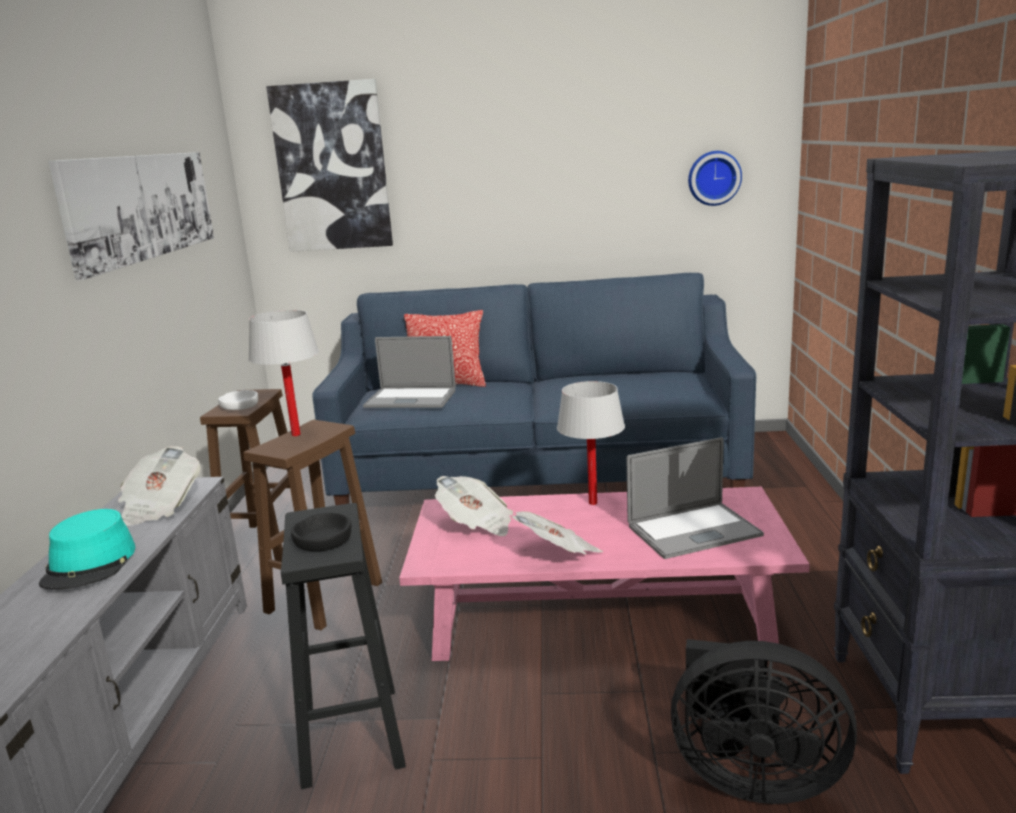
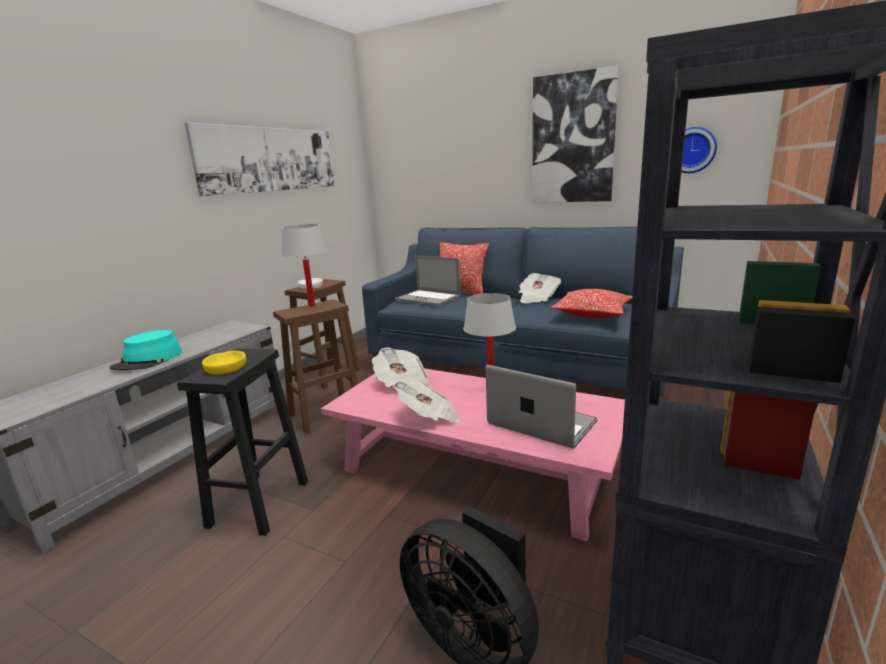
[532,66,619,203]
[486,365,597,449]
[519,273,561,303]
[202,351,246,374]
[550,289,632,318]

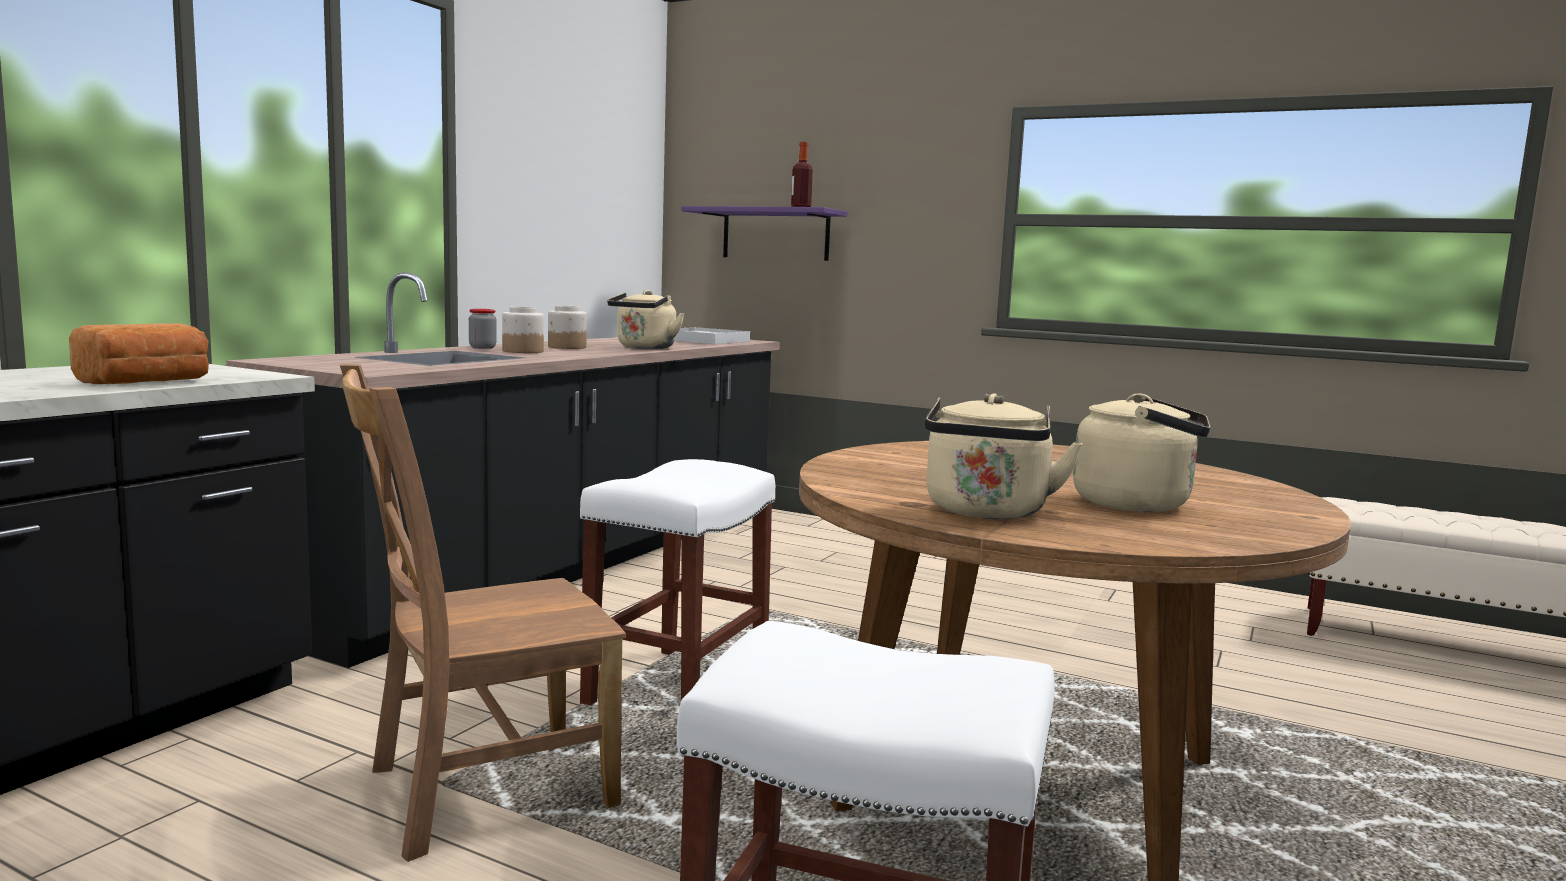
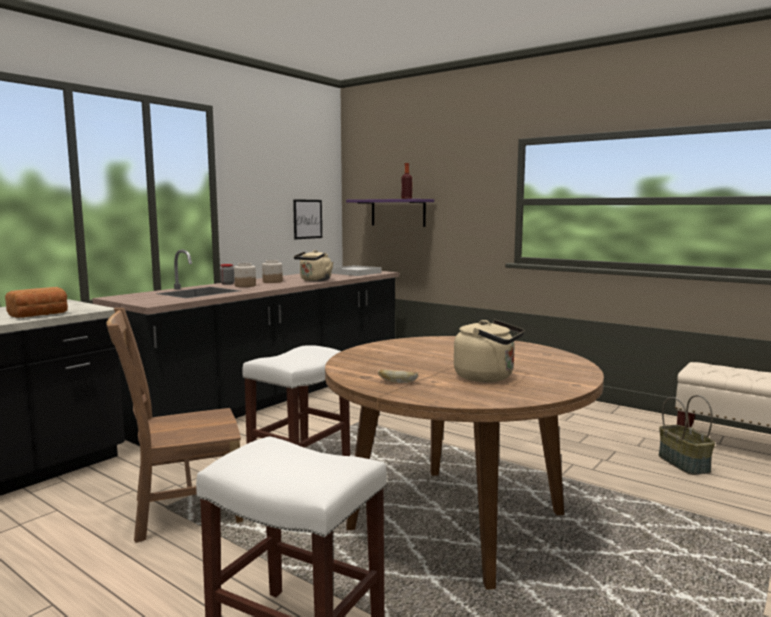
[378,369,418,383]
[293,199,322,239]
[659,395,715,475]

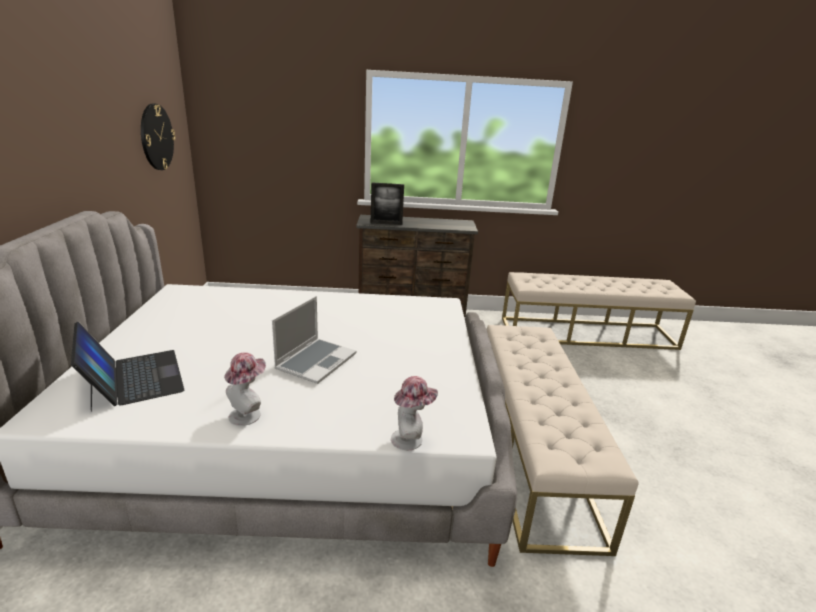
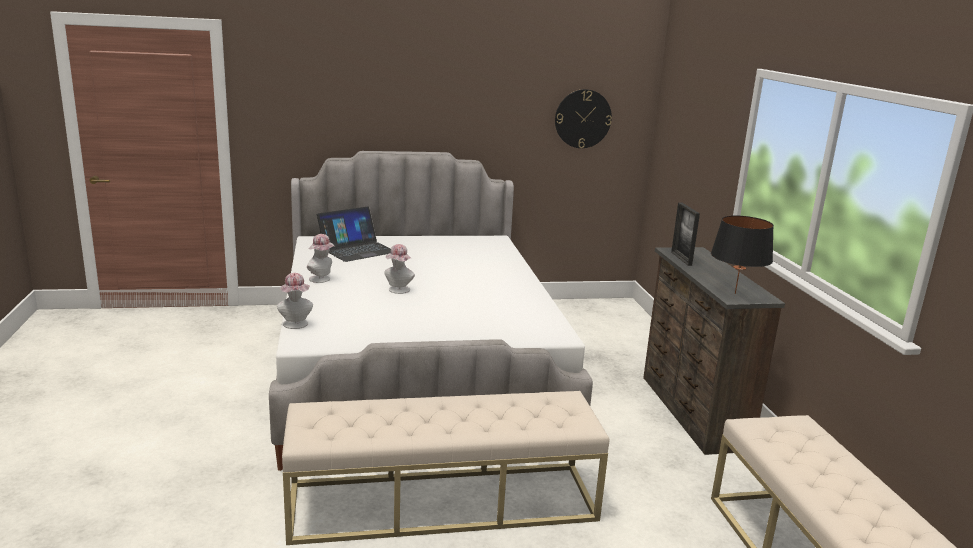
[384,244,415,294]
[711,215,774,294]

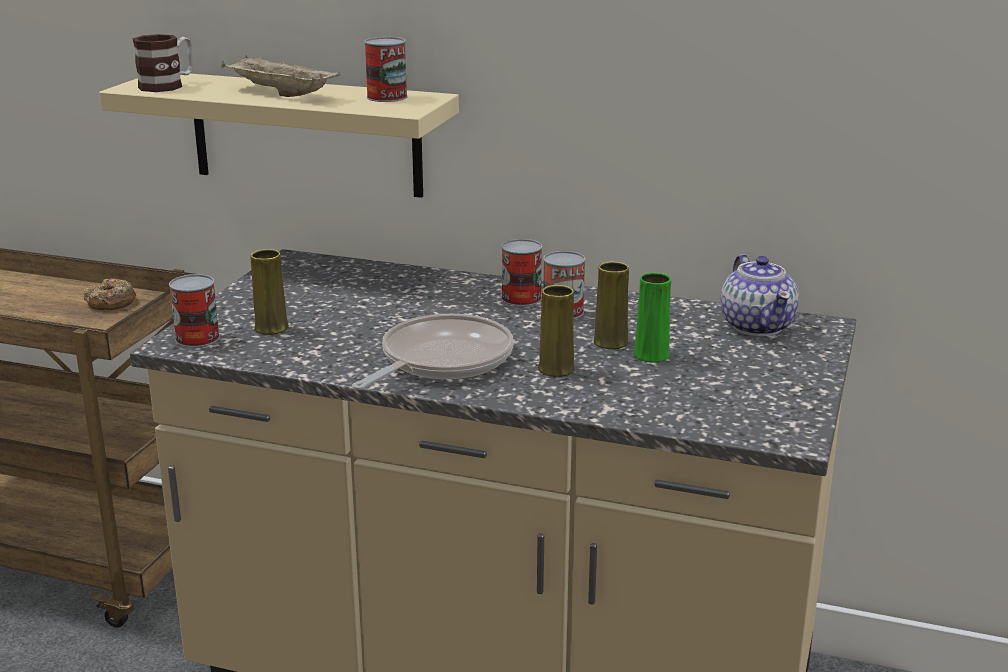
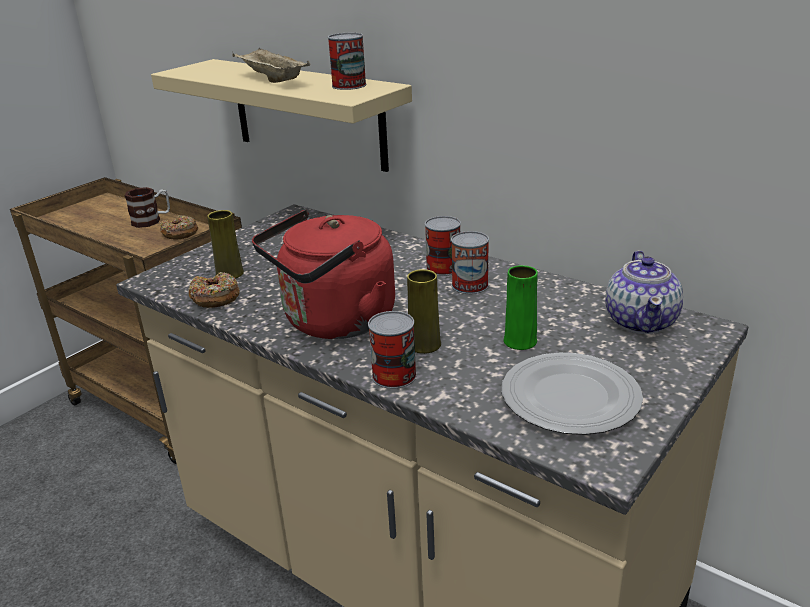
[124,187,170,228]
[593,261,629,349] (first image)
[368,311,417,389]
[252,210,395,339]
[188,272,240,308]
[502,353,643,435]

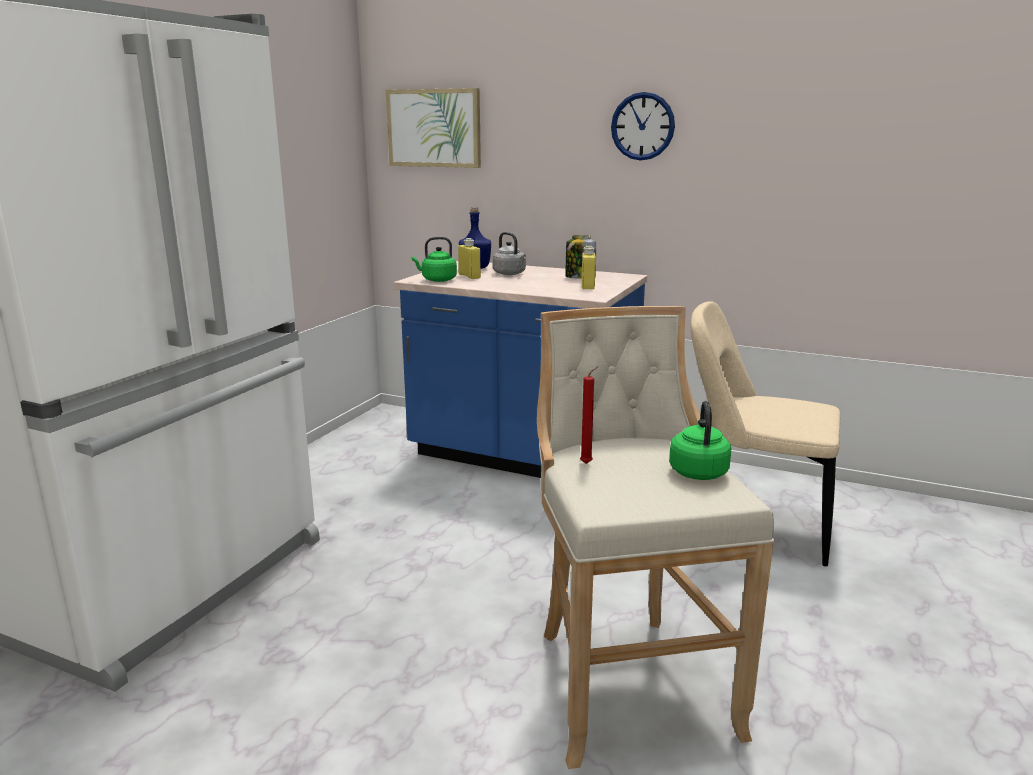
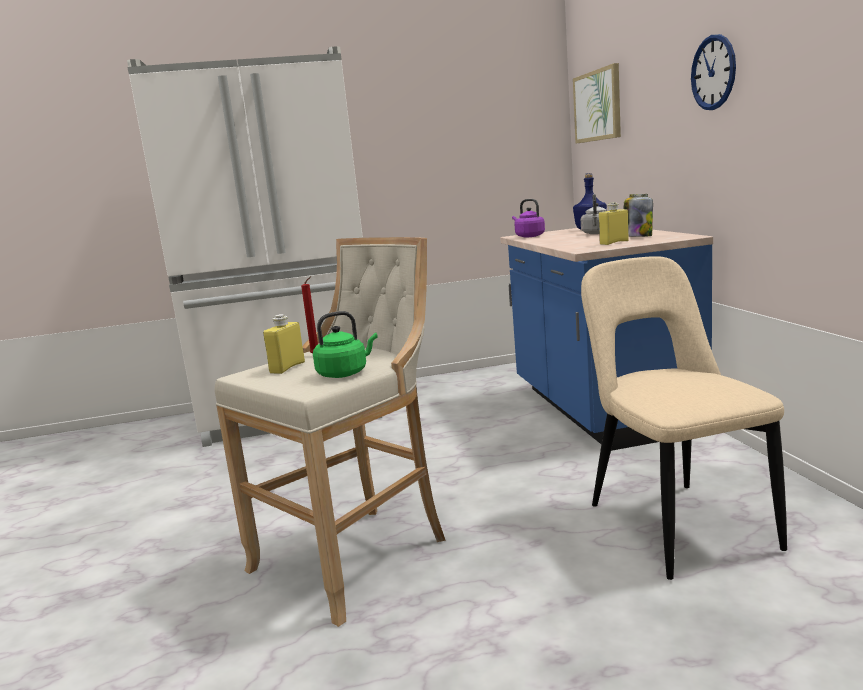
[512,199,545,238]
[263,314,305,374]

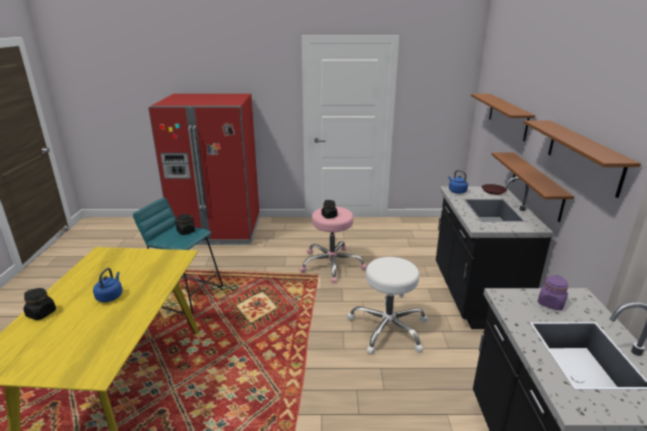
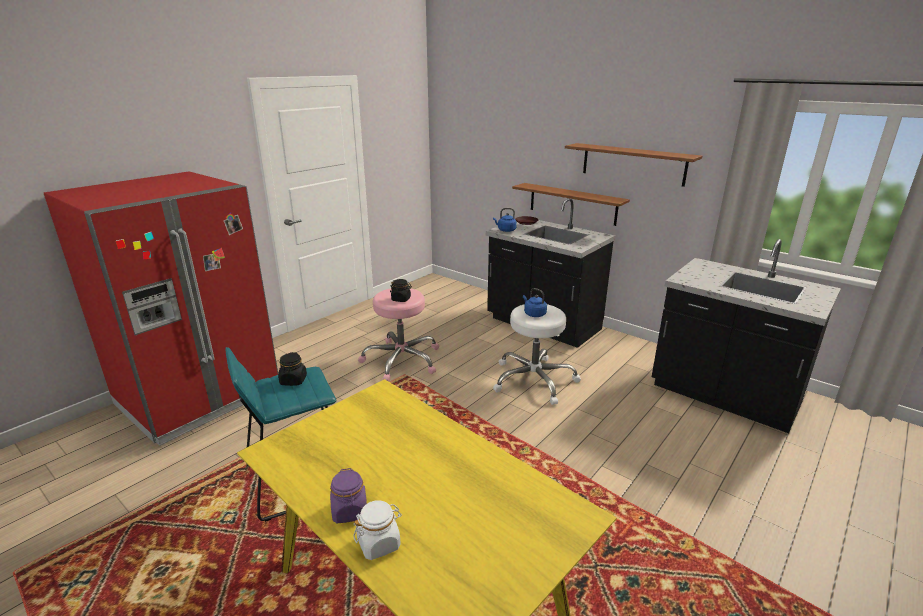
[471,94,535,141] (first image)
[523,288,547,317]
[330,468,367,523]
[353,500,402,560]

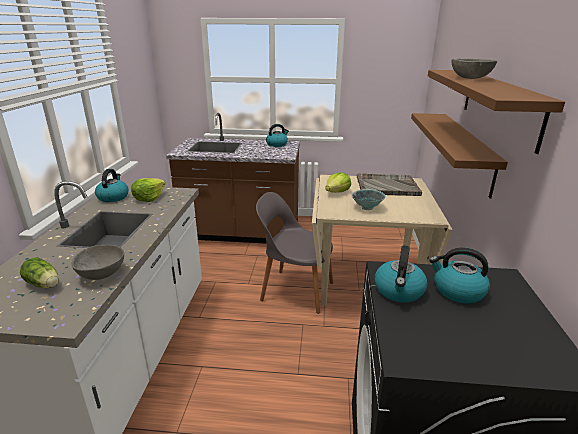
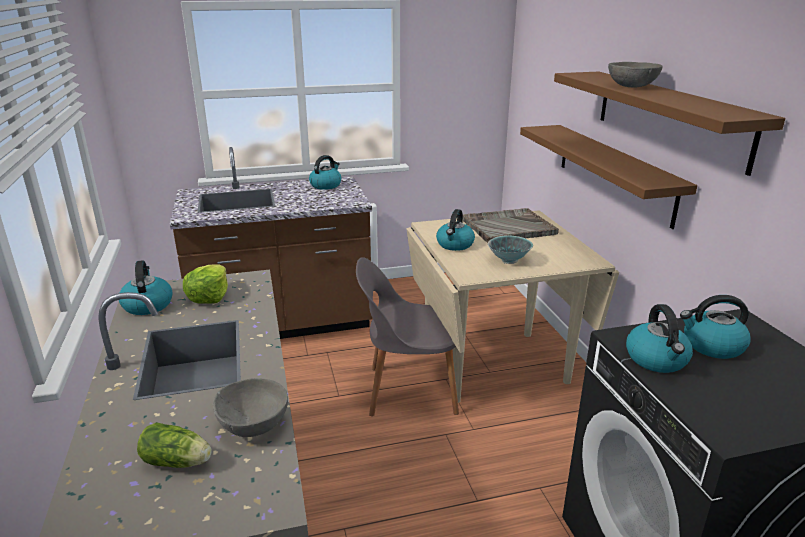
[436,209,475,251]

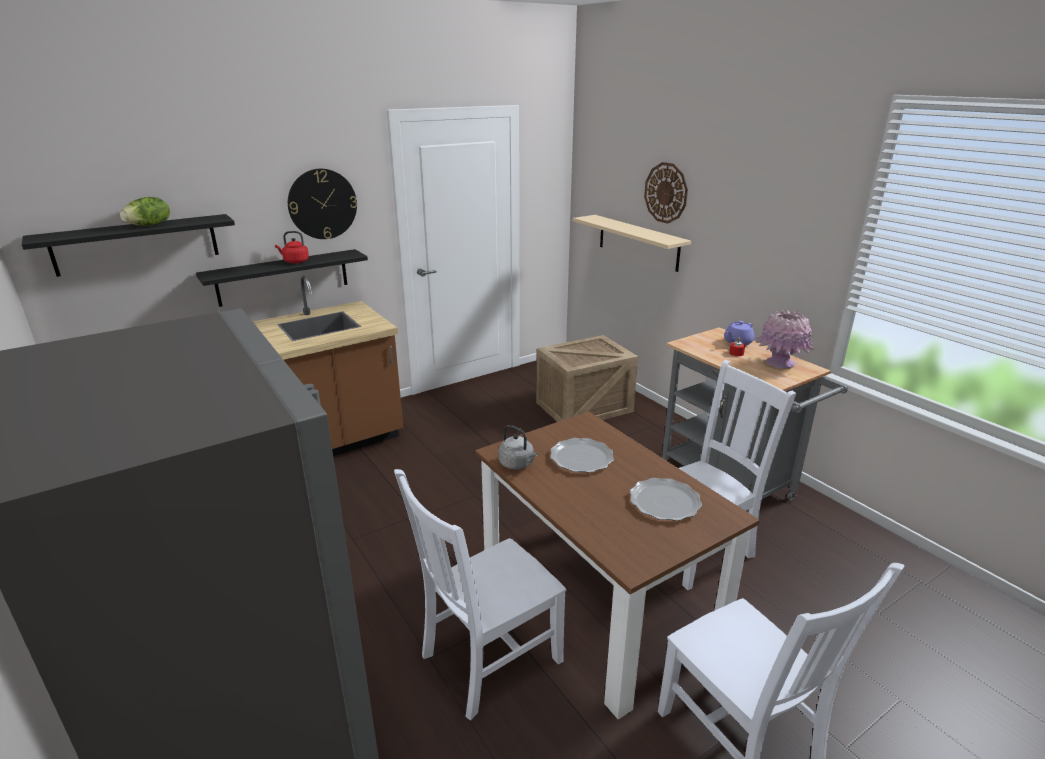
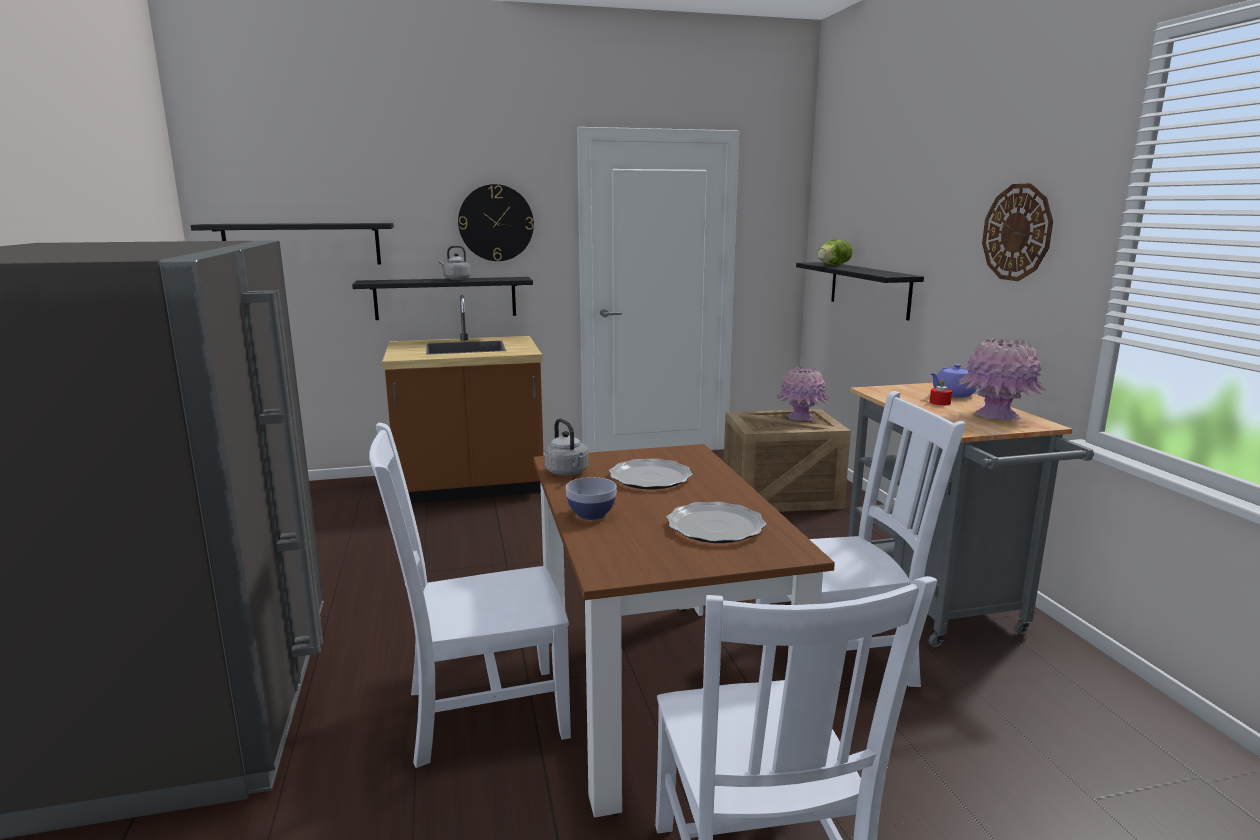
[982,183,1053,281]
[818,239,853,265]
[796,262,924,321]
[439,246,471,280]
[776,367,829,421]
[566,477,617,520]

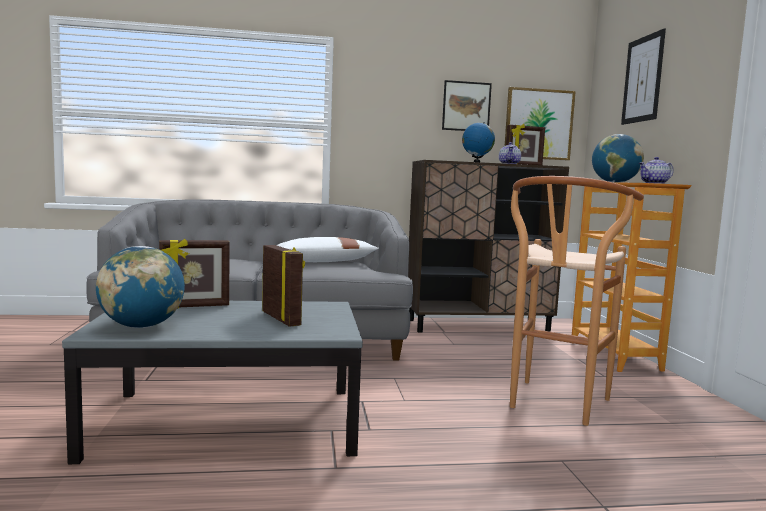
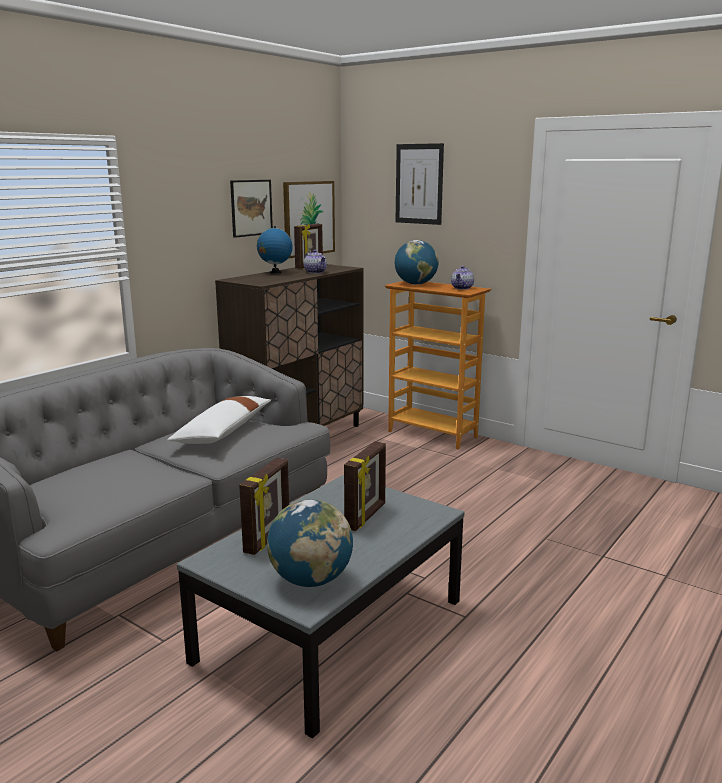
[510,176,644,426] (first image)
[344,441,386,531]

